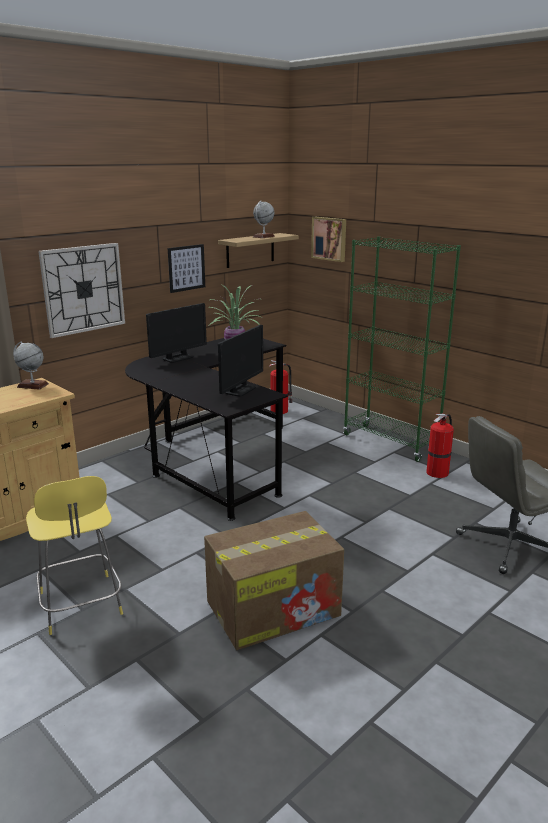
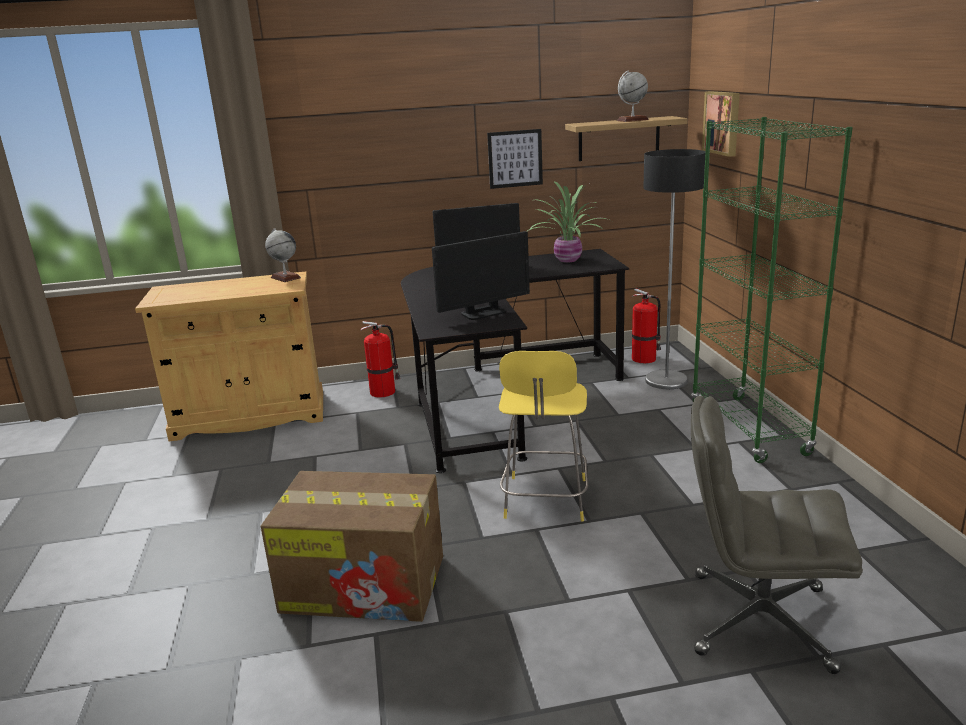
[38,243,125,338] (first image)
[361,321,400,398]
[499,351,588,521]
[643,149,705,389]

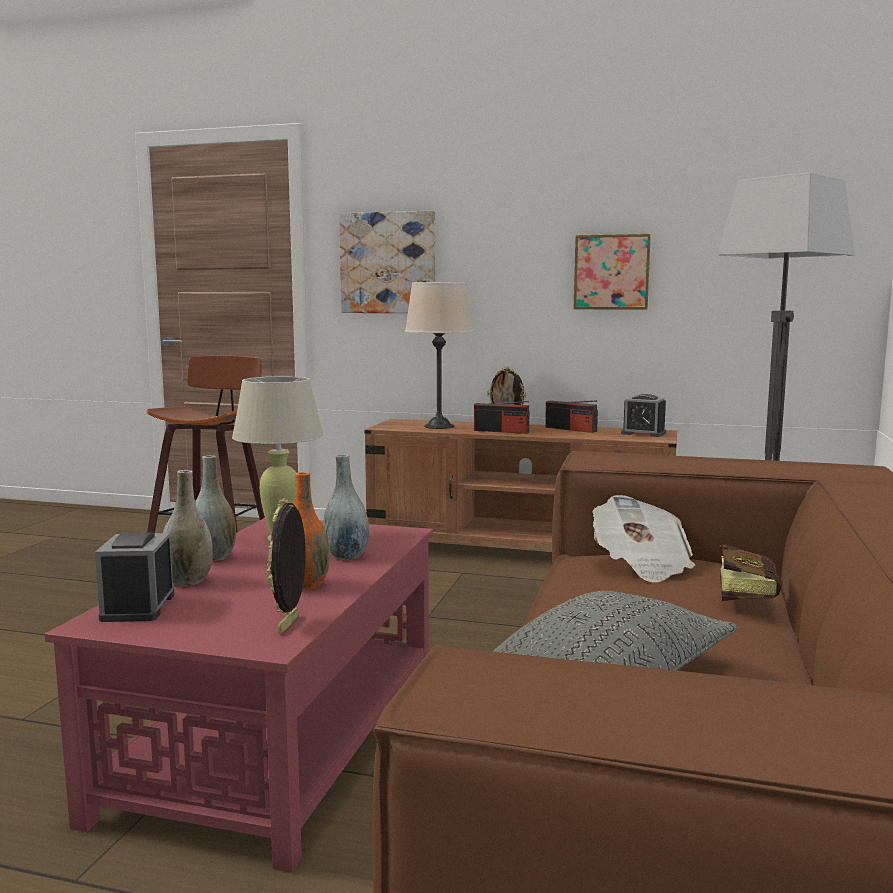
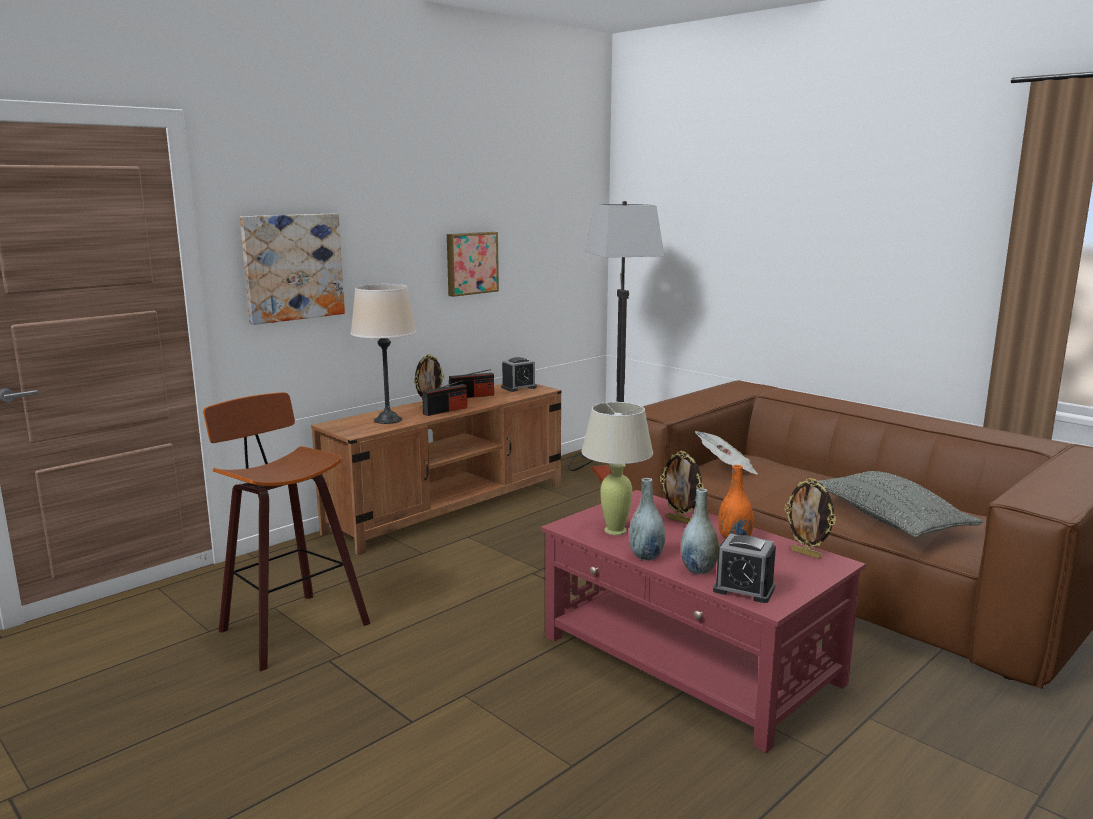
[660,451,704,524]
[720,544,781,601] (first image)

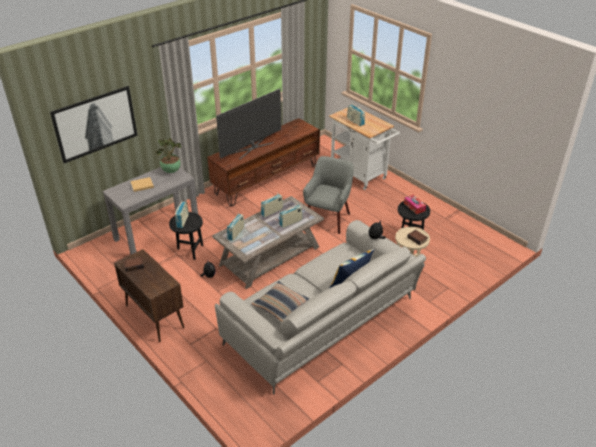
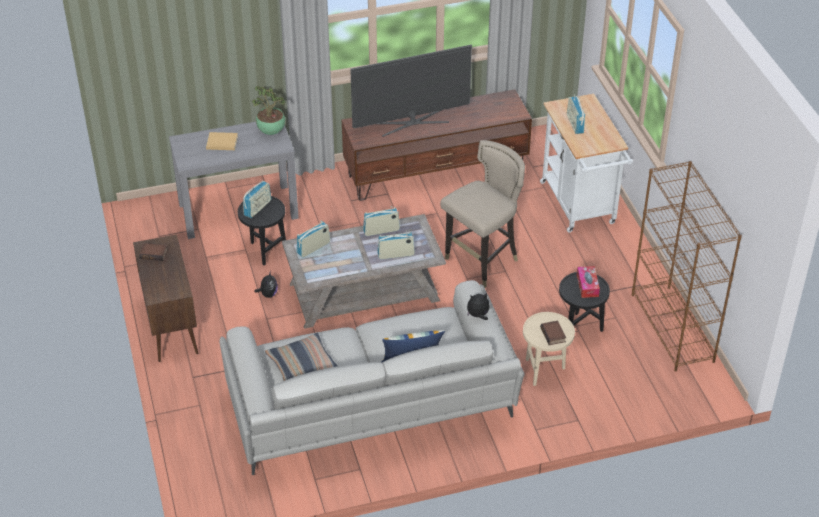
[50,86,138,163] (first image)
[440,140,525,288]
[632,161,742,371]

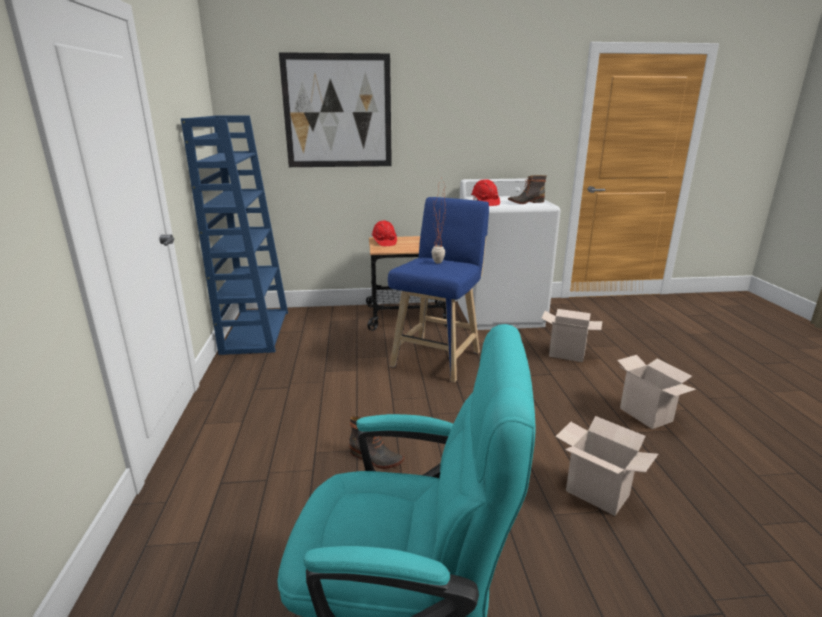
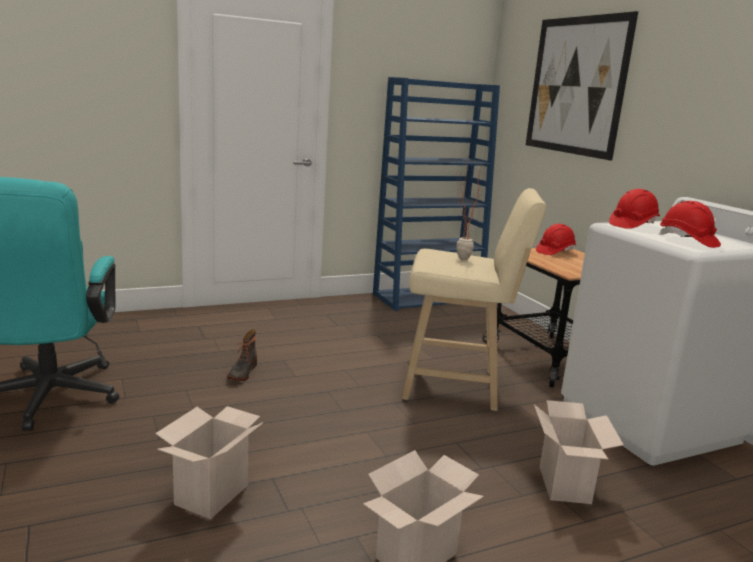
[659,201,721,248]
[402,188,546,411]

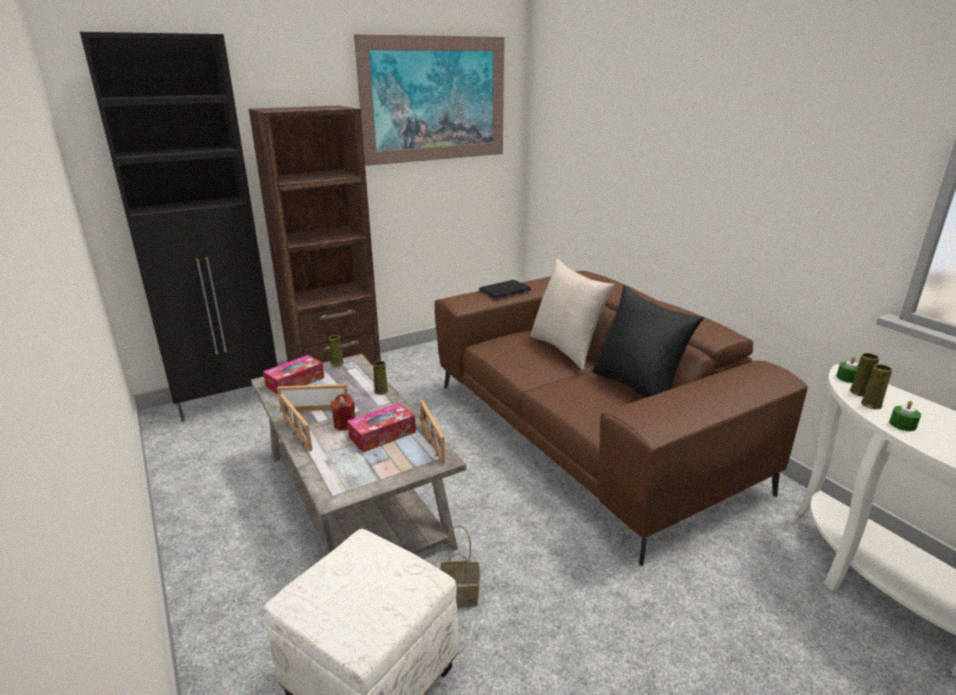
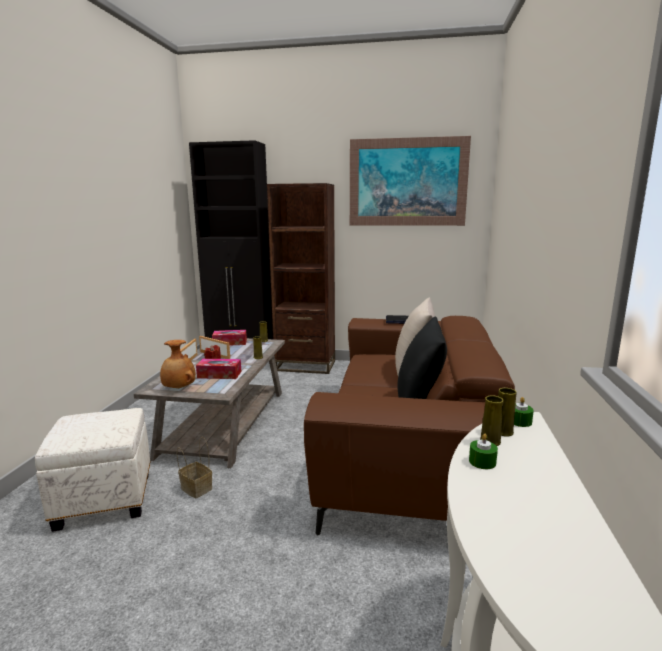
[420,400,445,464] (first image)
[160,340,196,388]

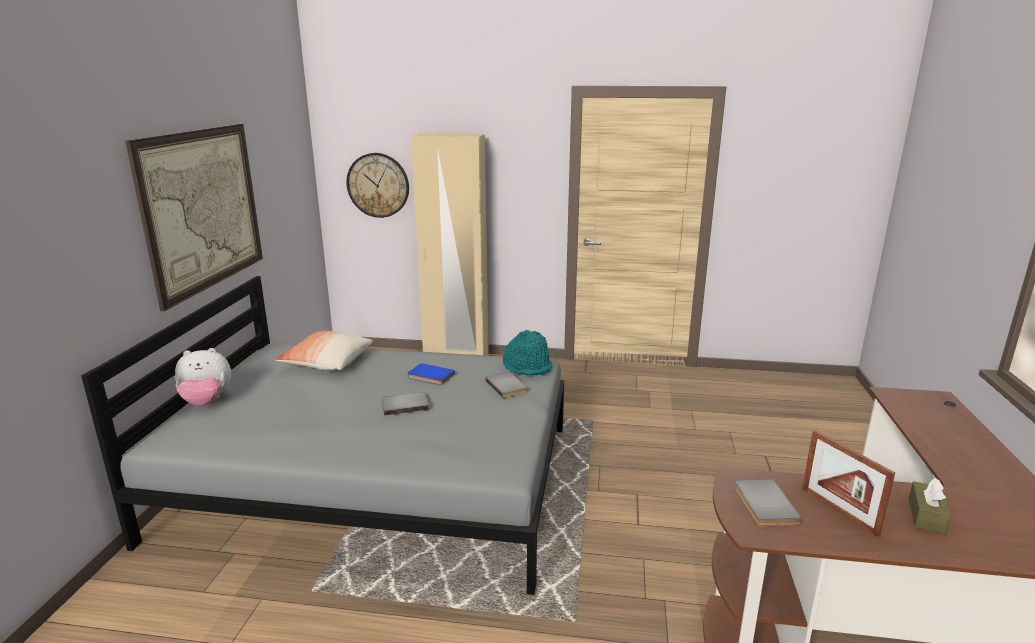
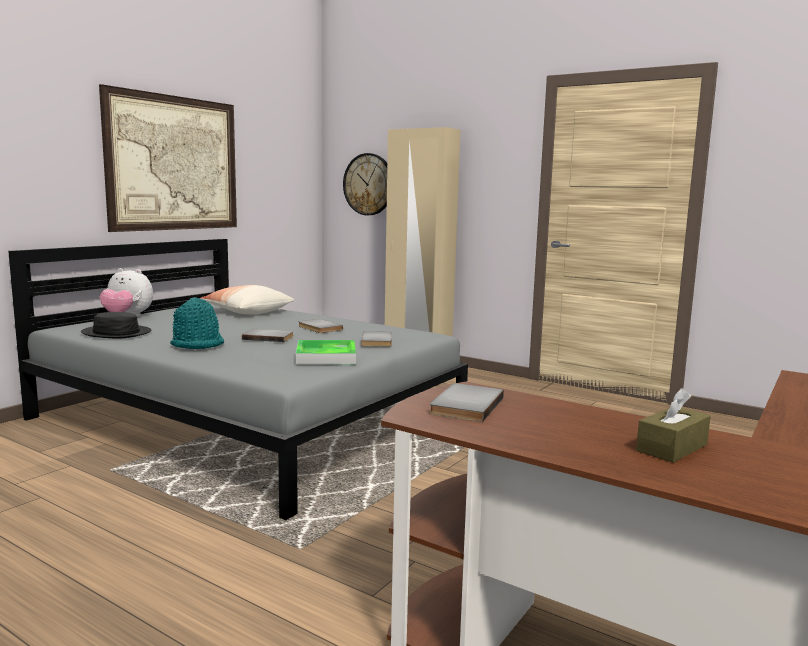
[170,297,225,349]
[298,319,343,333]
[802,430,895,537] (first image)
[81,312,151,339]
[296,340,356,365]

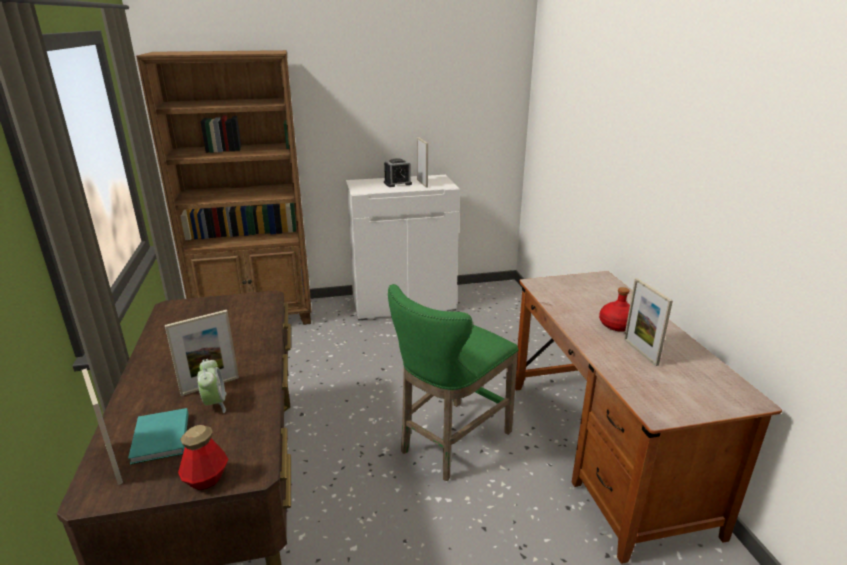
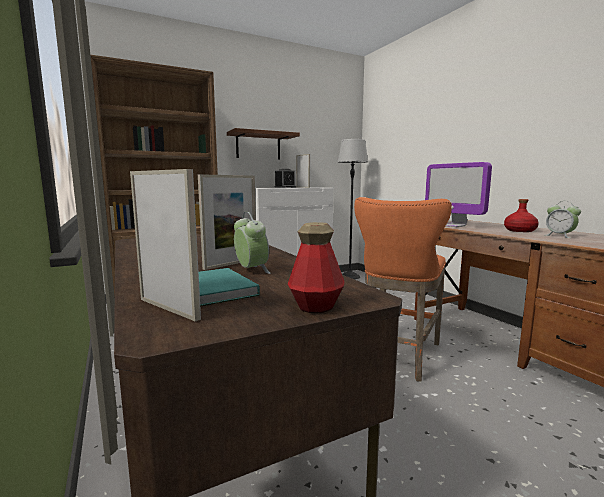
[546,201,581,238]
[354,197,452,382]
[227,128,300,159]
[338,139,368,280]
[425,162,492,227]

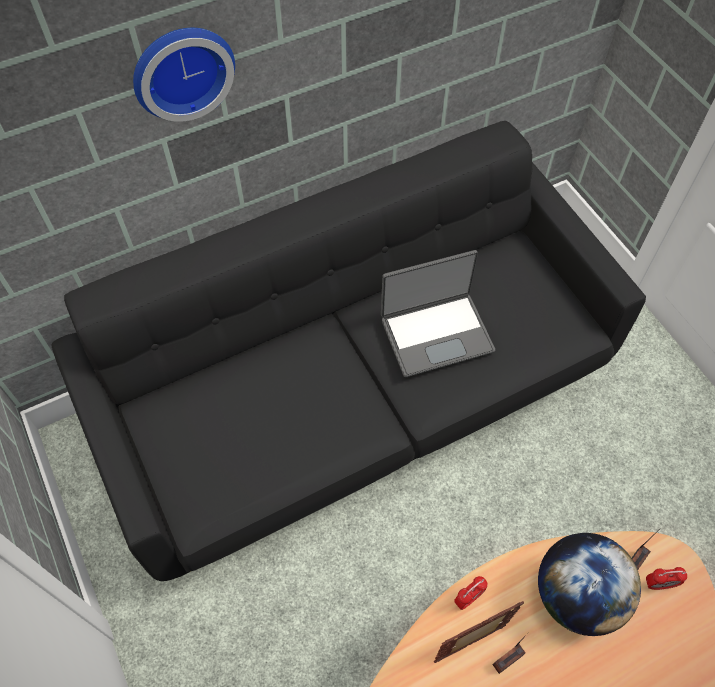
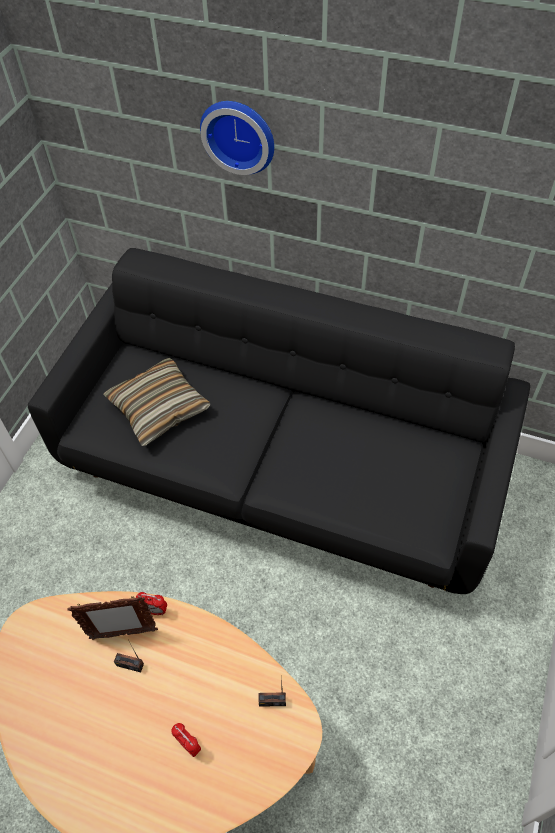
[381,250,495,377] (first image)
[538,533,641,636] (first image)
[171,723,201,757]
[67,596,158,640]
[104,358,210,446]

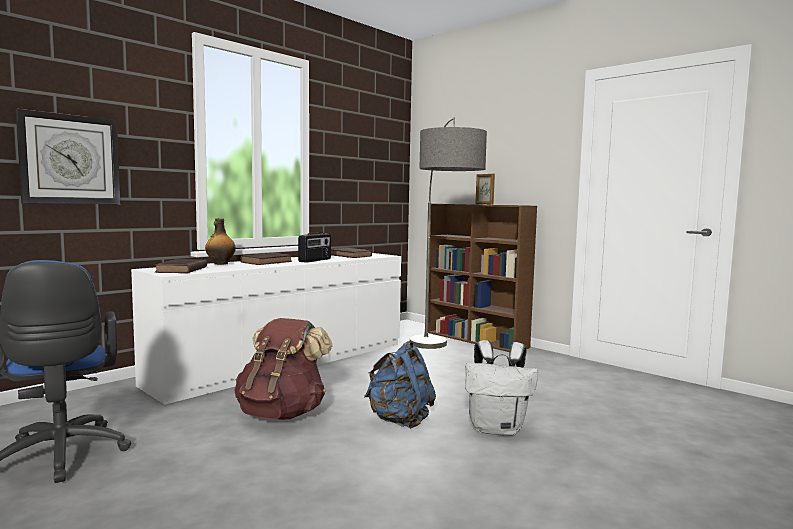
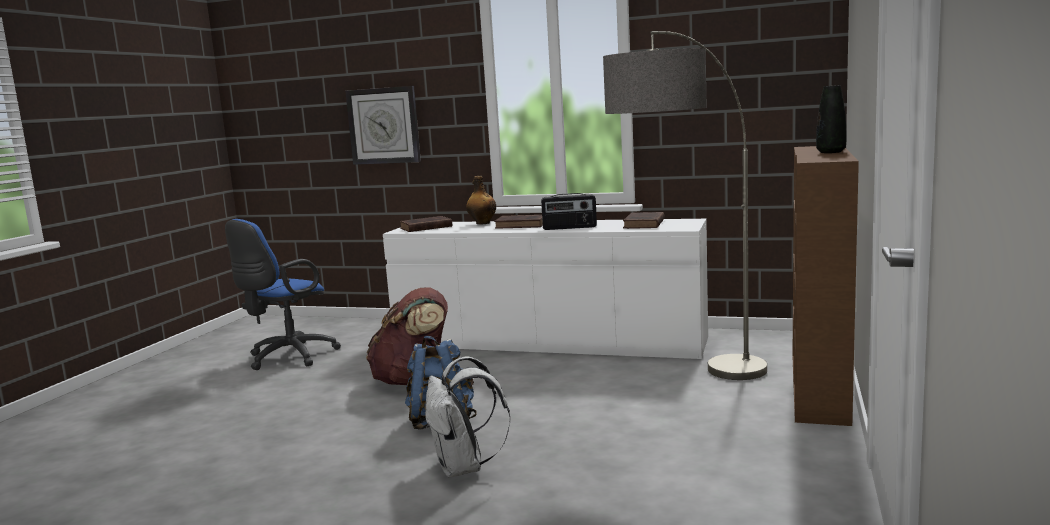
[816,85,847,153]

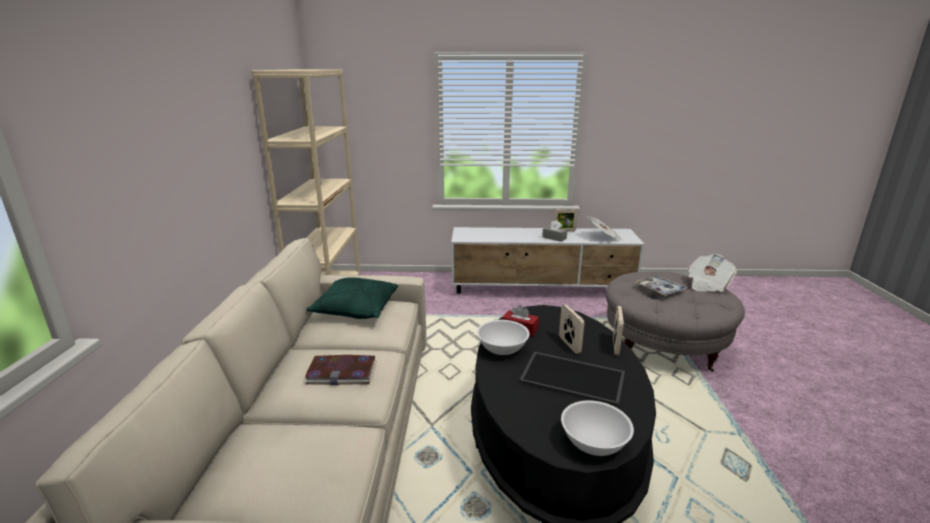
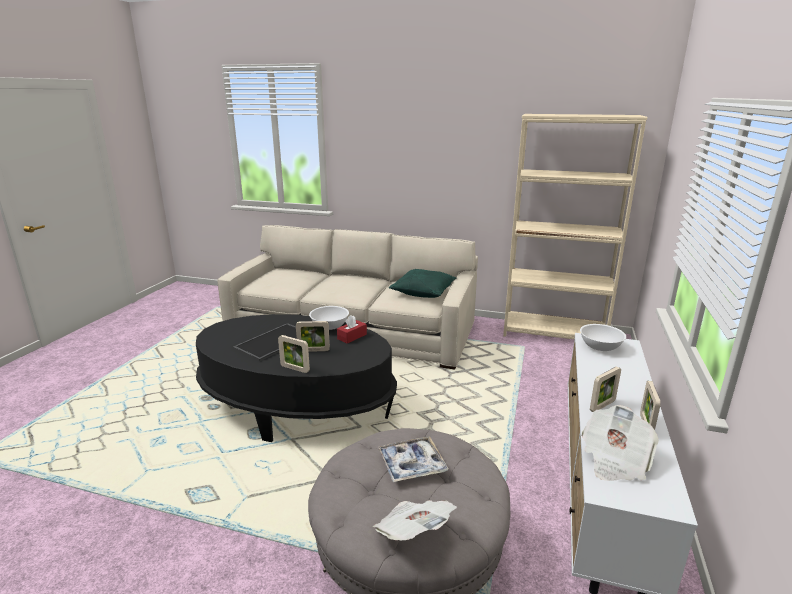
[590,367,621,412]
[304,355,377,385] (first image)
[580,324,626,351]

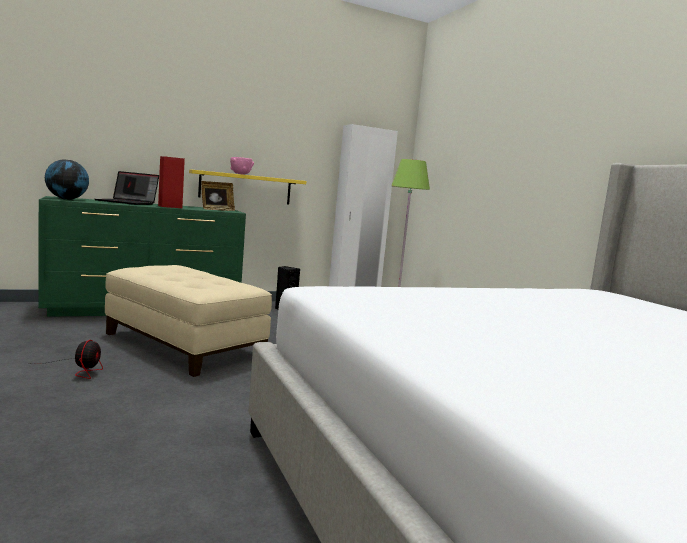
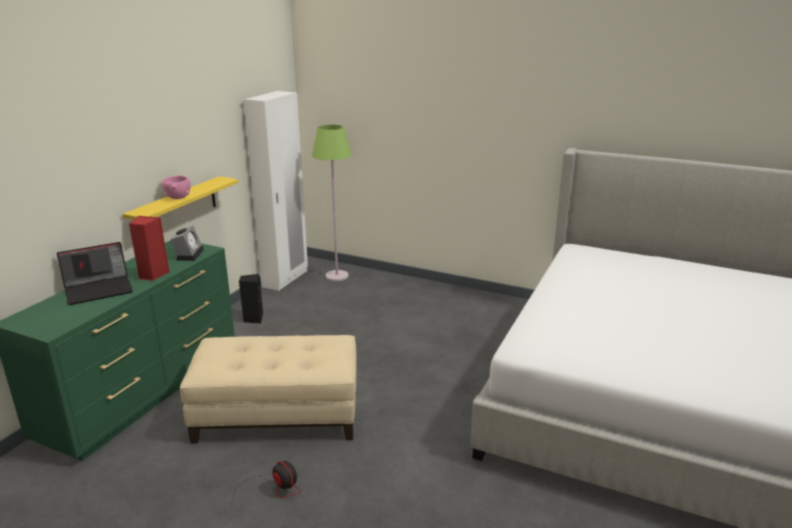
[45,159,89,200] (first image)
[170,226,204,261]

